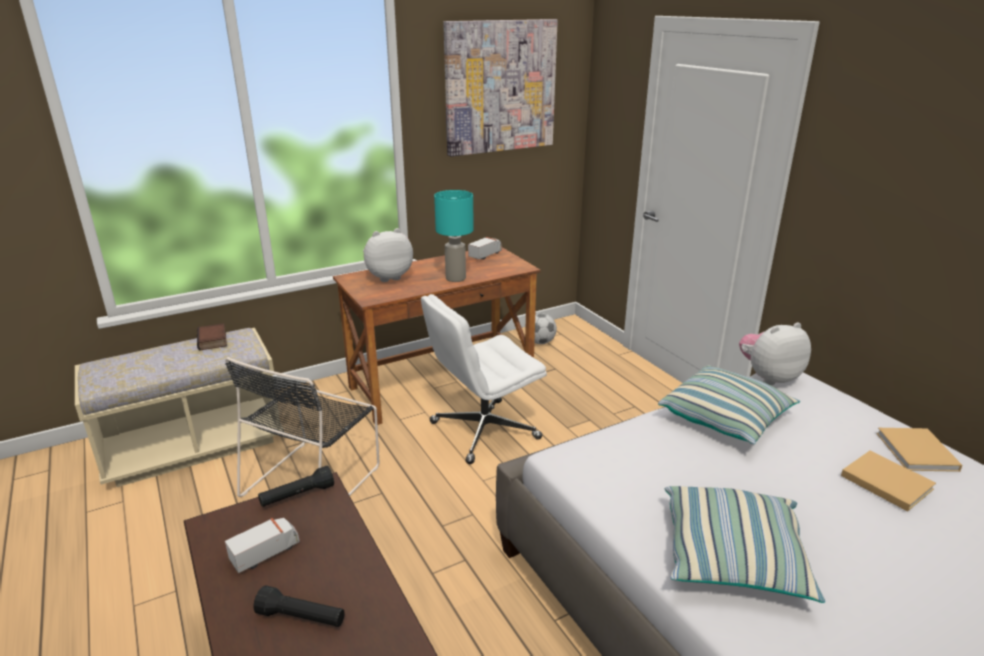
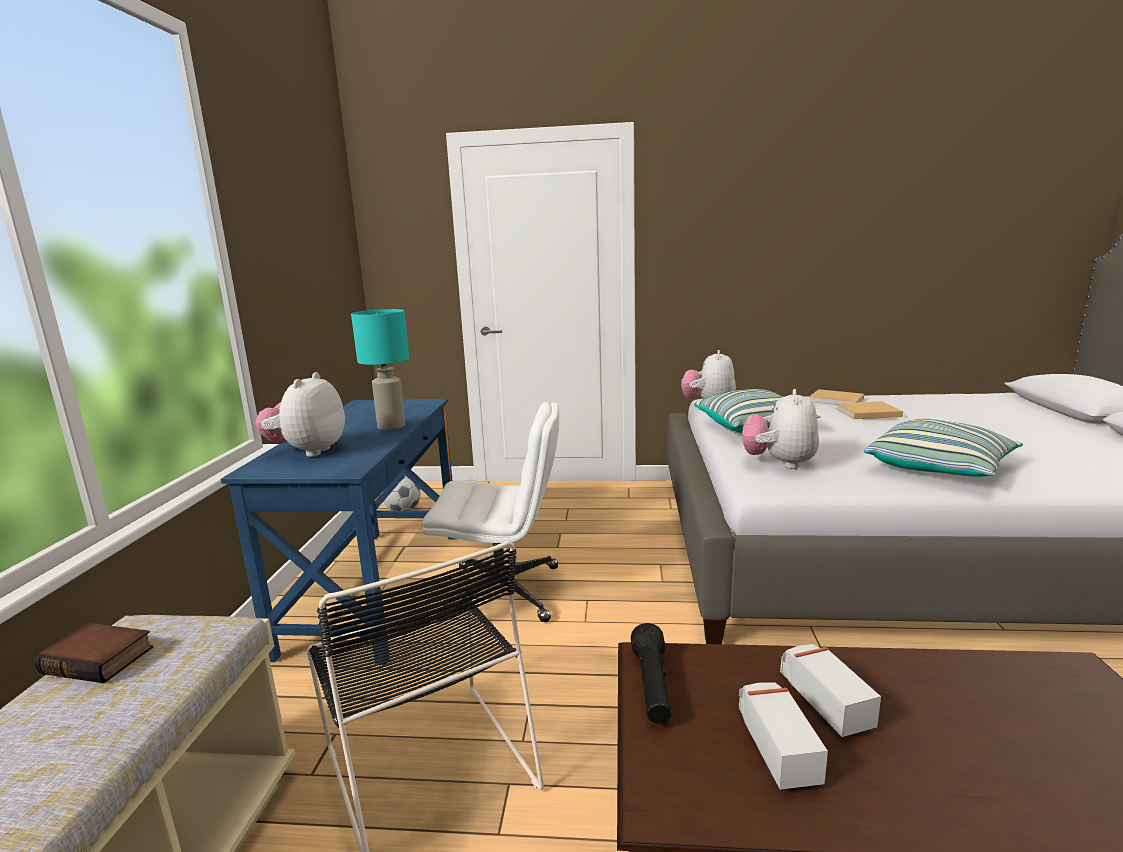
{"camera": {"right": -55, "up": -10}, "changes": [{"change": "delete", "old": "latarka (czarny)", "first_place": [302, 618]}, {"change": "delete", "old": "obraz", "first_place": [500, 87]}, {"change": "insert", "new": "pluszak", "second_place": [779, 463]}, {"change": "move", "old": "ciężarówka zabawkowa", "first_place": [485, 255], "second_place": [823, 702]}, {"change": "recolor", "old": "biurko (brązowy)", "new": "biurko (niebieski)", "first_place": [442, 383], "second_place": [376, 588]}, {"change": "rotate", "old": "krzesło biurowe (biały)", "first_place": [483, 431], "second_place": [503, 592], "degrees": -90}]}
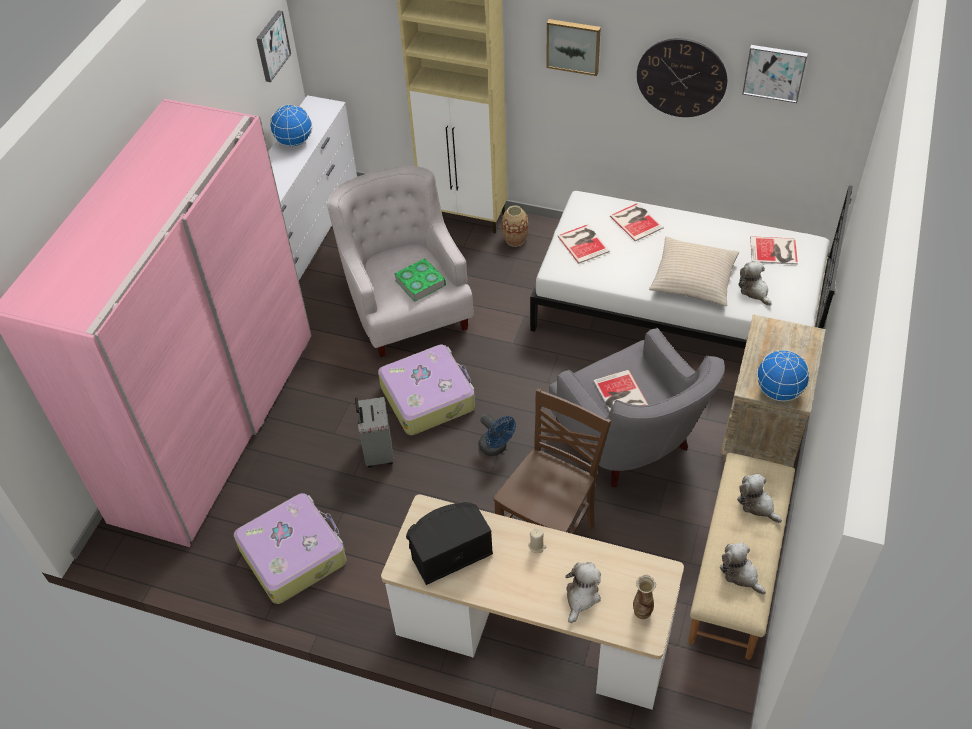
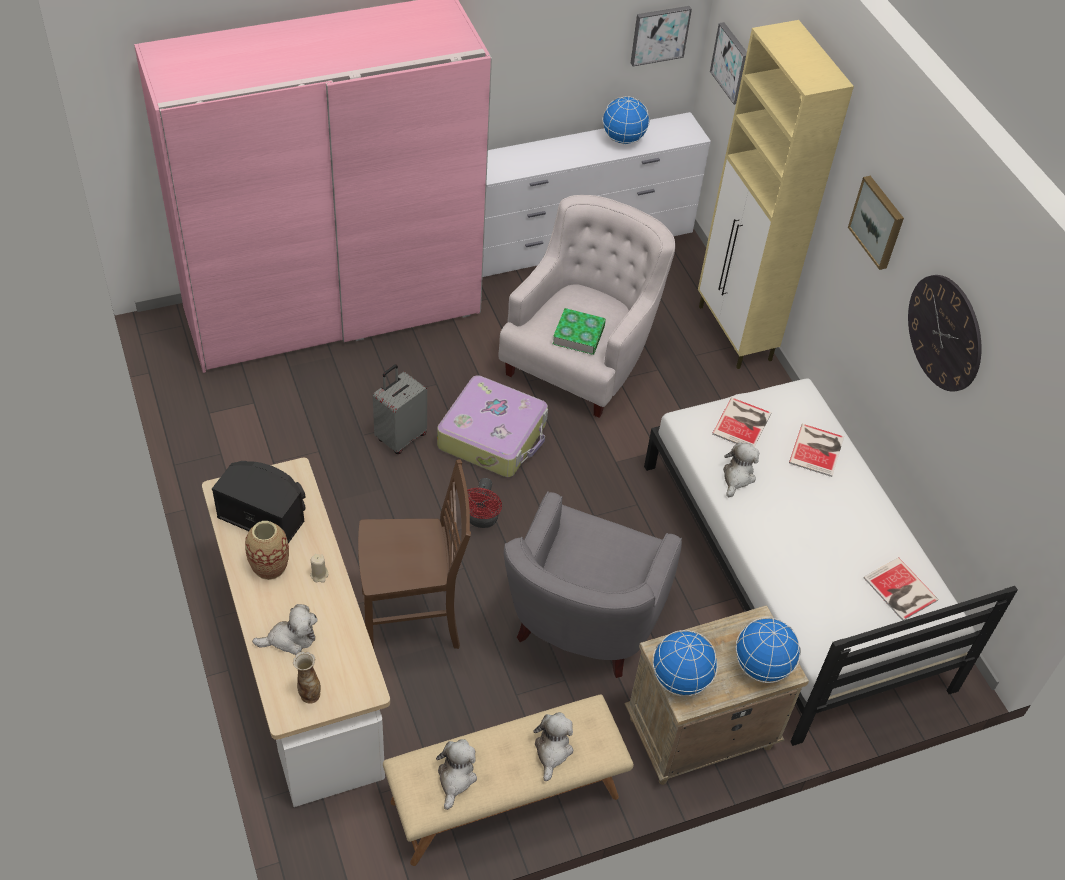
{"camera": {"right": 45, "up": 0}, "changes": [{"change": "delete", "old": "walizka", "first_place": [293, 554]}, {"change": "delete", "old": "książka", "first_place": [620, 394]}, {"change": "delete", "old": "poduszka (beżowy)", "first_place": [693, 279]}, {"change": "insert", "new": "globus", "second_place": [761, 666]}, {"change": "move", "old": "wazon", "first_place": [515, 239], "second_place": [270, 567]}, {"change": "move", "old": "pluszak", "first_place": [754, 290], "second_place": [737, 477]}, {"change": "move", "old": "obraz", "first_place": [774, 72], "second_place": [731, 63]}, {"change": "recolor", "old": "wentylator (niebieski)", "new": "wentylator (czerwony)", "first_place": [496, 448], "second_place": [481, 520]}]}
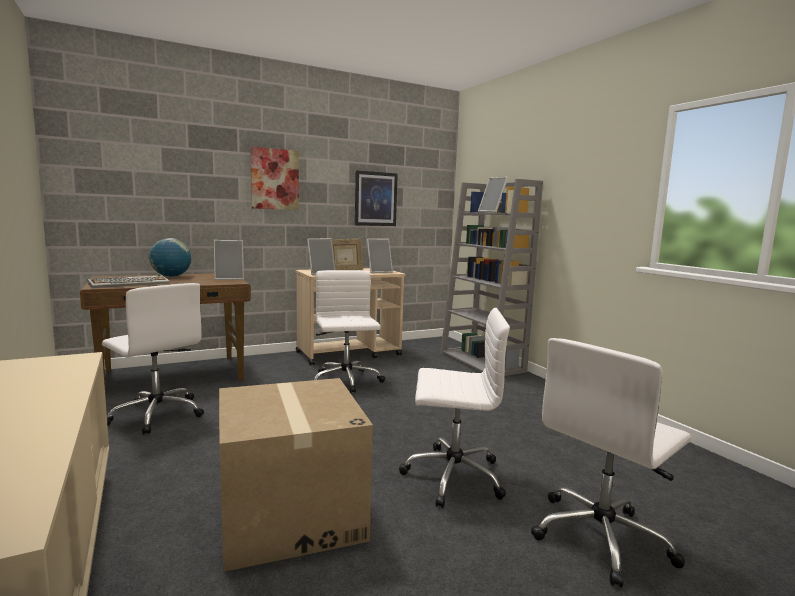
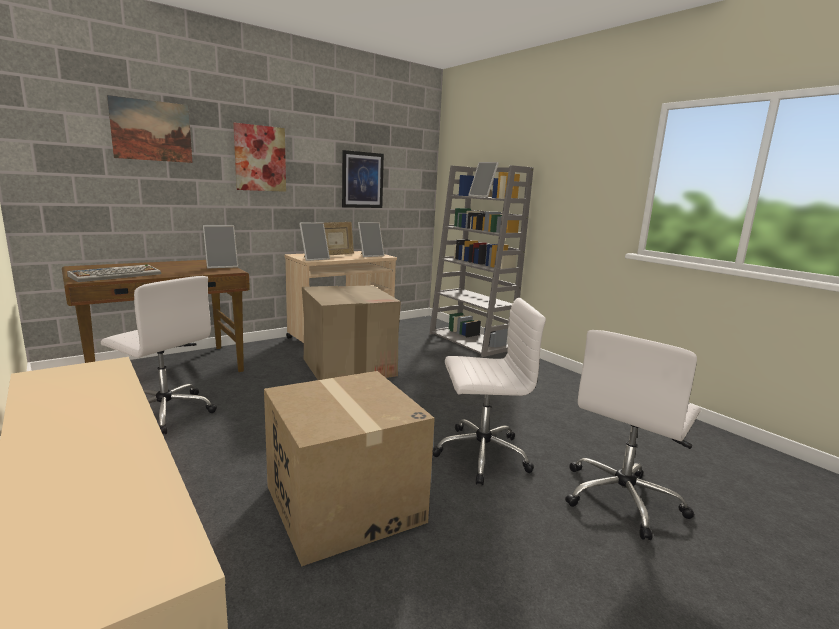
{"camera": {"right": -10, "up": 5}, "changes": [{"change": "delete", "old": "globus", "first_place": [171, 276]}, {"change": "insert", "new": "obraz", "second_place": [152, 130]}, {"change": "replace", "old": "krzesło biurowe (biały)", "new": "karton", "first_place": [346, 381], "second_place": [348, 367]}]}
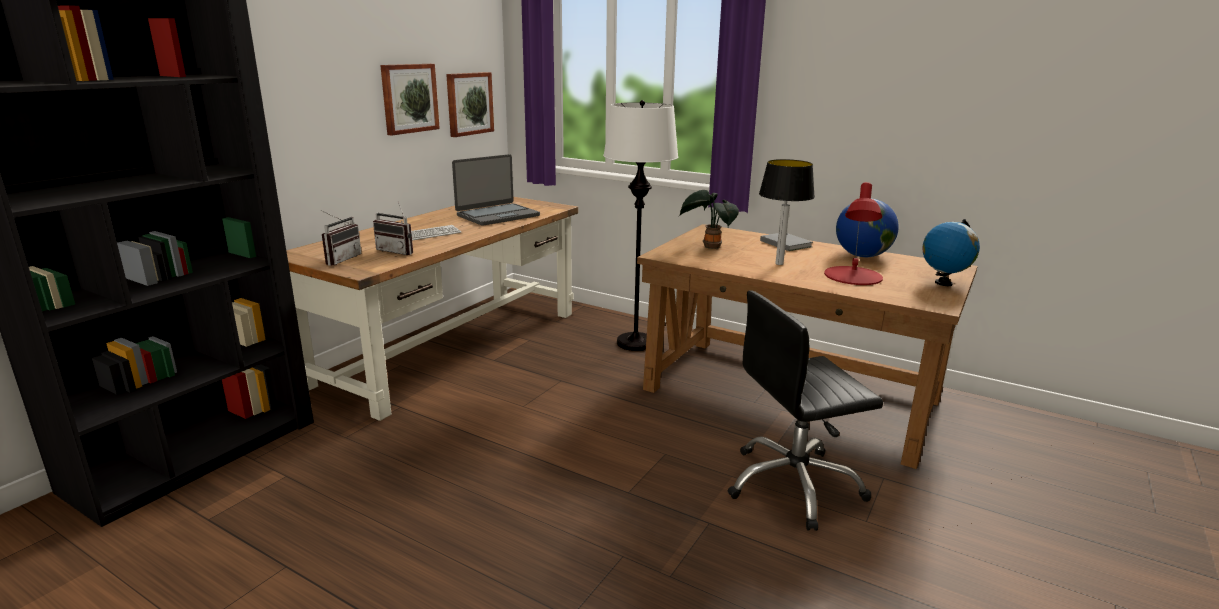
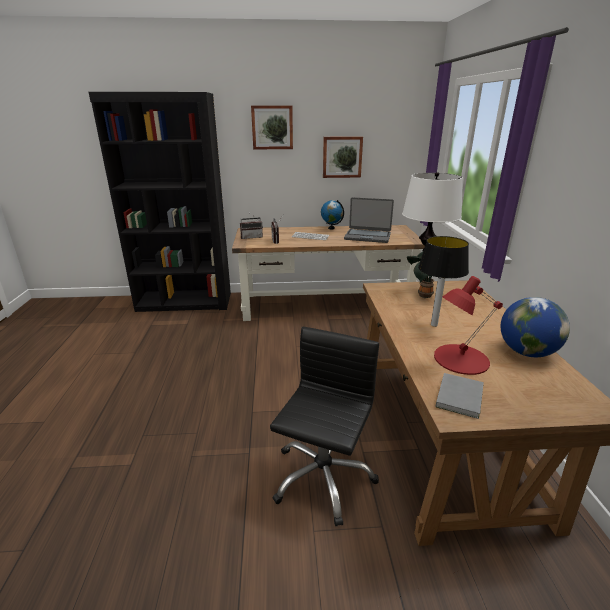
{"camera": {"right": 55, "up": 5}, "changes": [{"change": "move", "old": "obraz", "first_place": [469, 103], "second_place": [272, 127]}, {"change": "move", "old": "książka (szary)", "first_place": [785, 243], "second_place": [460, 396]}, {"change": "move", "old": "globus", "first_place": [943, 283], "second_place": [331, 228]}, {"change": "rotate", "old": "krzesło biurowe (czarny)", "first_place": [794, 485], "second_place": [322, 477], "degrees": 75}]}
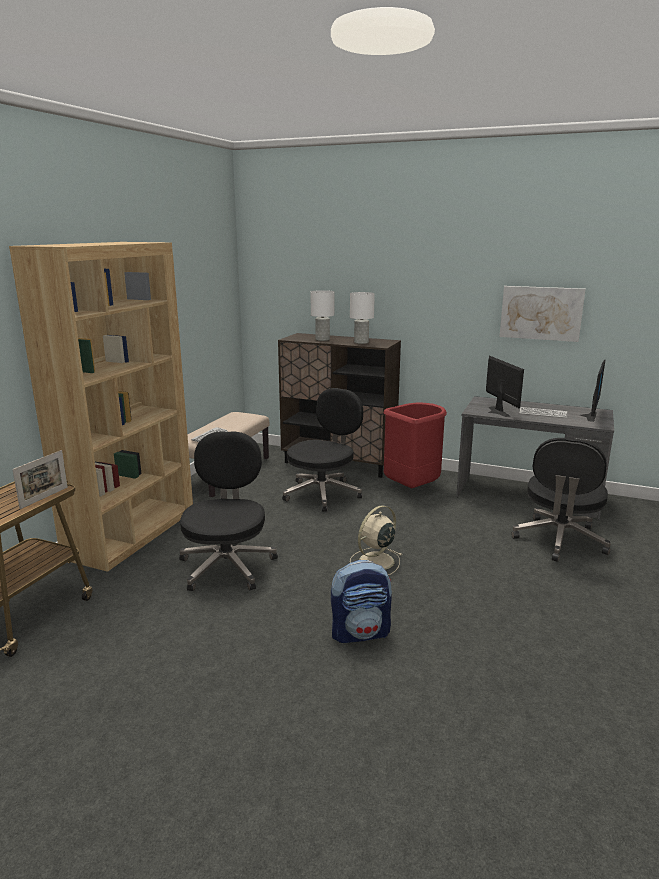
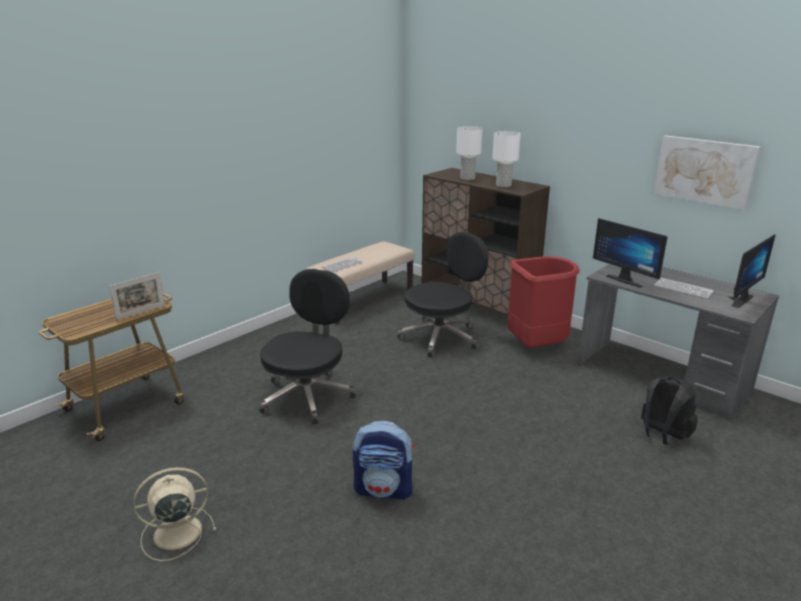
{"camera": {"right": 20, "up": 5}, "changes": [{"change": "delete", "old": "regał (brązowy)", "first_place": [132, 534]}, {"change": "move", "old": "wentylator (beżowy)", "first_place": [375, 562], "second_place": [175, 533]}, {"change": "replace", "old": "krzesło biurowe (czarny)", "new": "plecak (czarny)", "first_place": [559, 540], "second_place": [662, 436]}, {"change": "rotate", "old": "monitor", "first_place": [495, 412], "second_place": [626, 280], "degrees": 135}]}
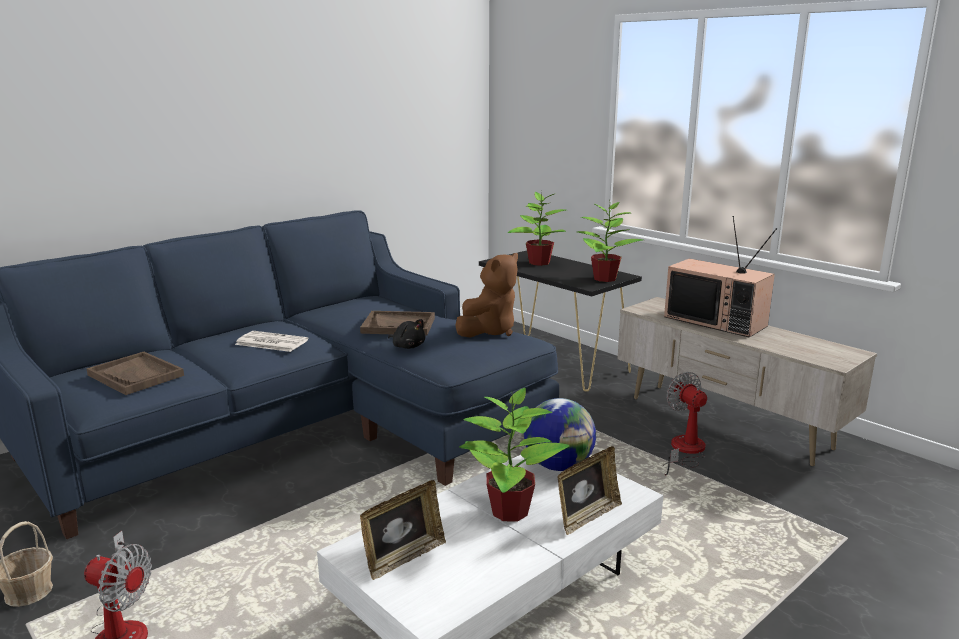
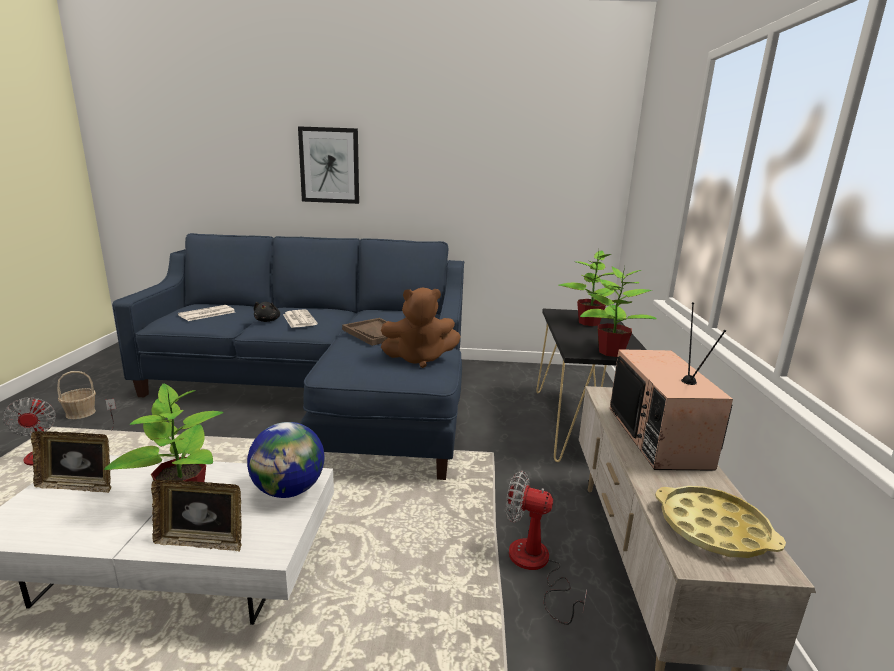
{"camera": {"right": 45, "up": 0}, "changes": [{"change": "insert", "new": "obraz", "second_place": [329, 165]}, {"change": "insert", "new": "taca (żółty)", "second_place": [713, 528]}, {"change": "move", "old": "pluszak (czarny)", "first_place": [408, 346], "second_place": [267, 320]}, {"change": "replace", "old": "taca (brązowy)", "new": "gazeta", "first_place": [136, 375], "second_place": [206, 314]}, {"change": "rotate", "old": "wentylator", "first_place": [685, 451], "second_place": [535, 566], "degrees": -90}]}
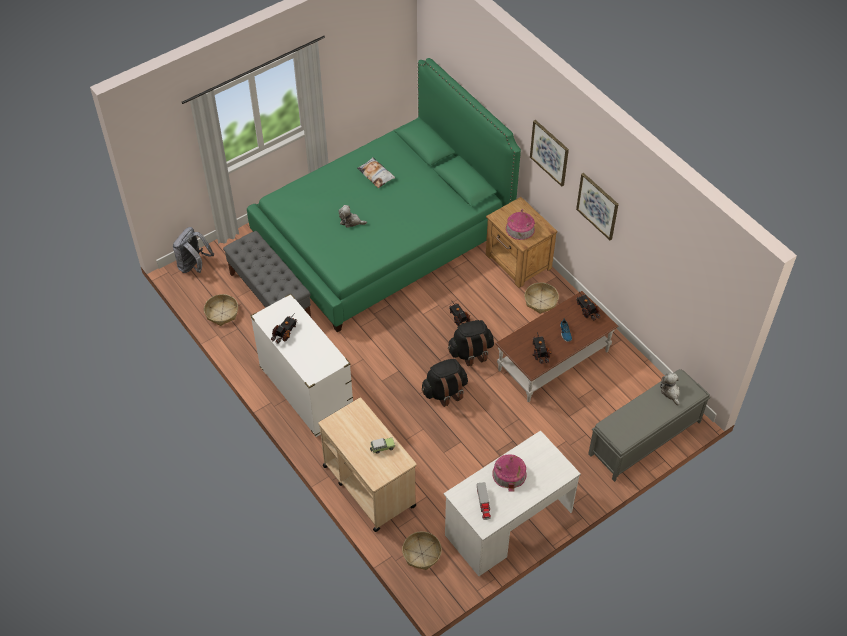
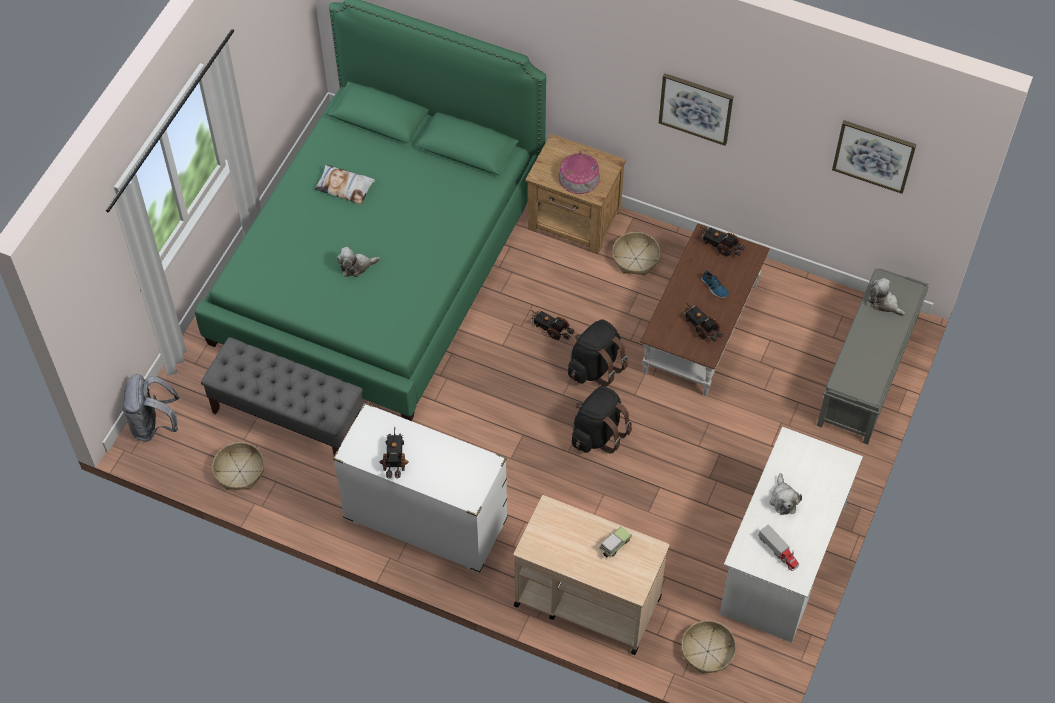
{"camera": {"right": -30, "up": 5}, "changes": [{"change": "move", "old": "obraz", "first_place": [549, 152], "second_place": [874, 155]}, {"change": "replace", "old": "domek", "new": "pluszak", "first_place": [509, 474], "second_place": [783, 499]}]}
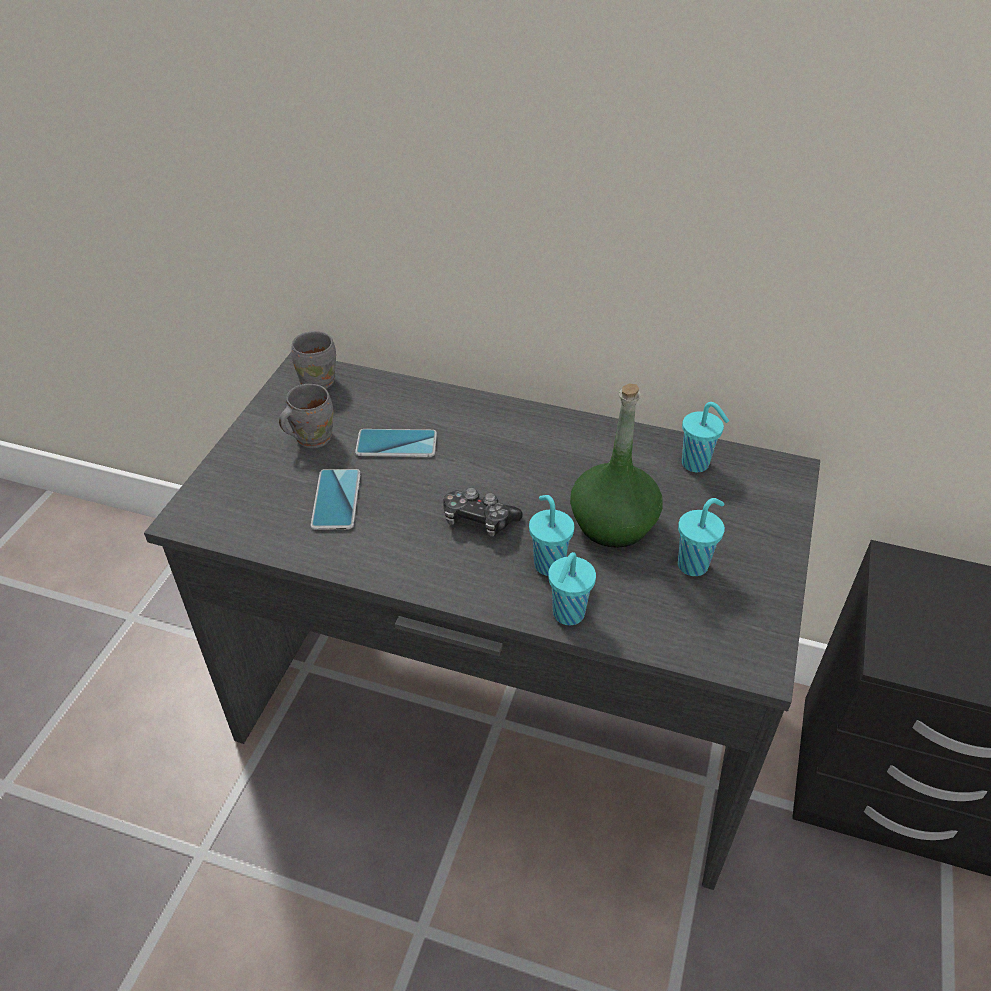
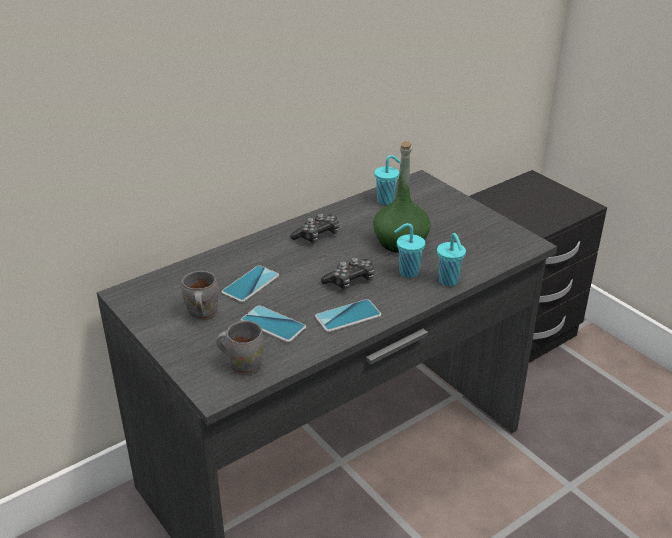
{"camera": {"right": -55, "up": -10}, "changes": [{"change": "delete", "old": "filiżanka (turkusowy)", "first_place": [694, 564]}, {"change": "insert", "new": "pad do gier", "second_place": [317, 236]}, {"change": "insert", "new": "telefon", "second_place": [348, 316]}, {"change": "move", "old": "kubek (szary)", "first_place": [319, 380], "second_place": [244, 364]}]}
